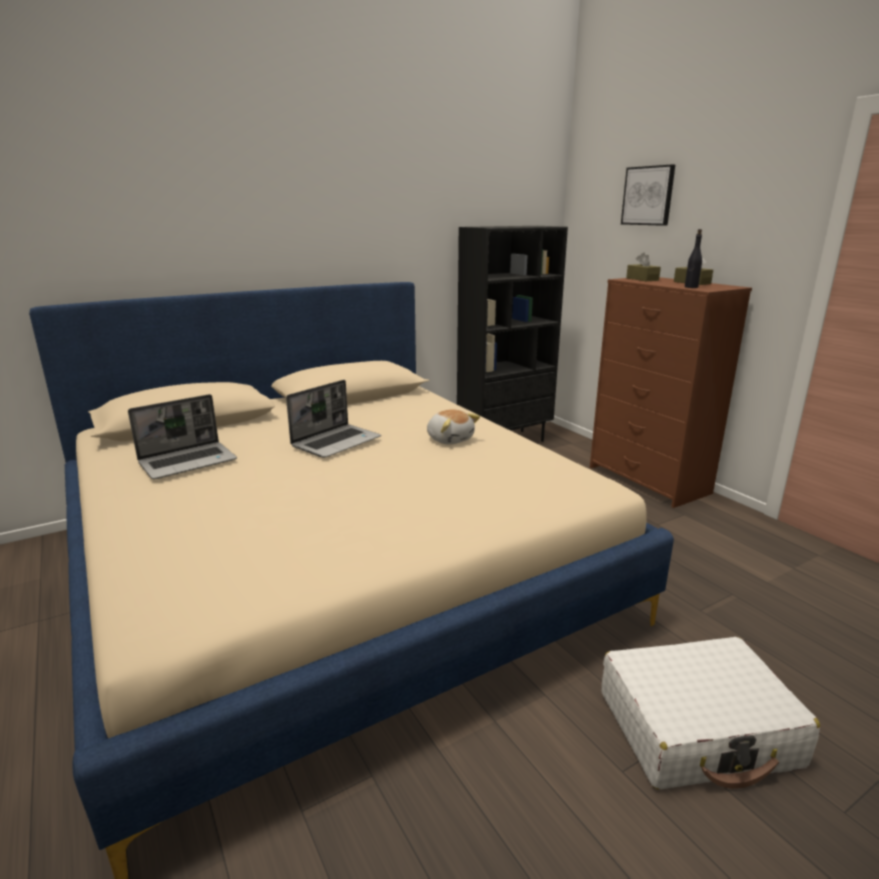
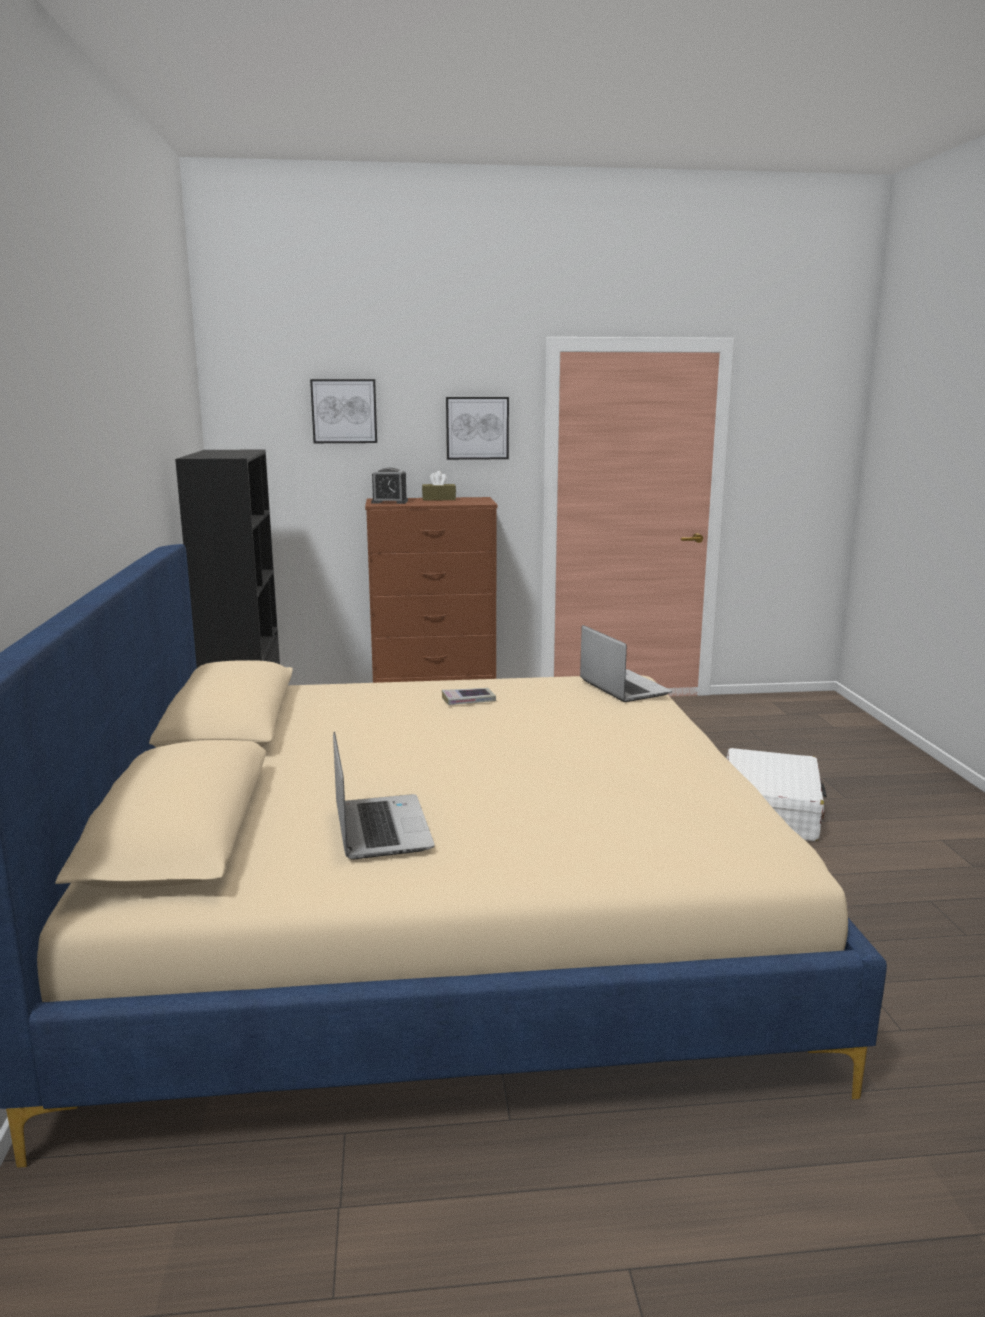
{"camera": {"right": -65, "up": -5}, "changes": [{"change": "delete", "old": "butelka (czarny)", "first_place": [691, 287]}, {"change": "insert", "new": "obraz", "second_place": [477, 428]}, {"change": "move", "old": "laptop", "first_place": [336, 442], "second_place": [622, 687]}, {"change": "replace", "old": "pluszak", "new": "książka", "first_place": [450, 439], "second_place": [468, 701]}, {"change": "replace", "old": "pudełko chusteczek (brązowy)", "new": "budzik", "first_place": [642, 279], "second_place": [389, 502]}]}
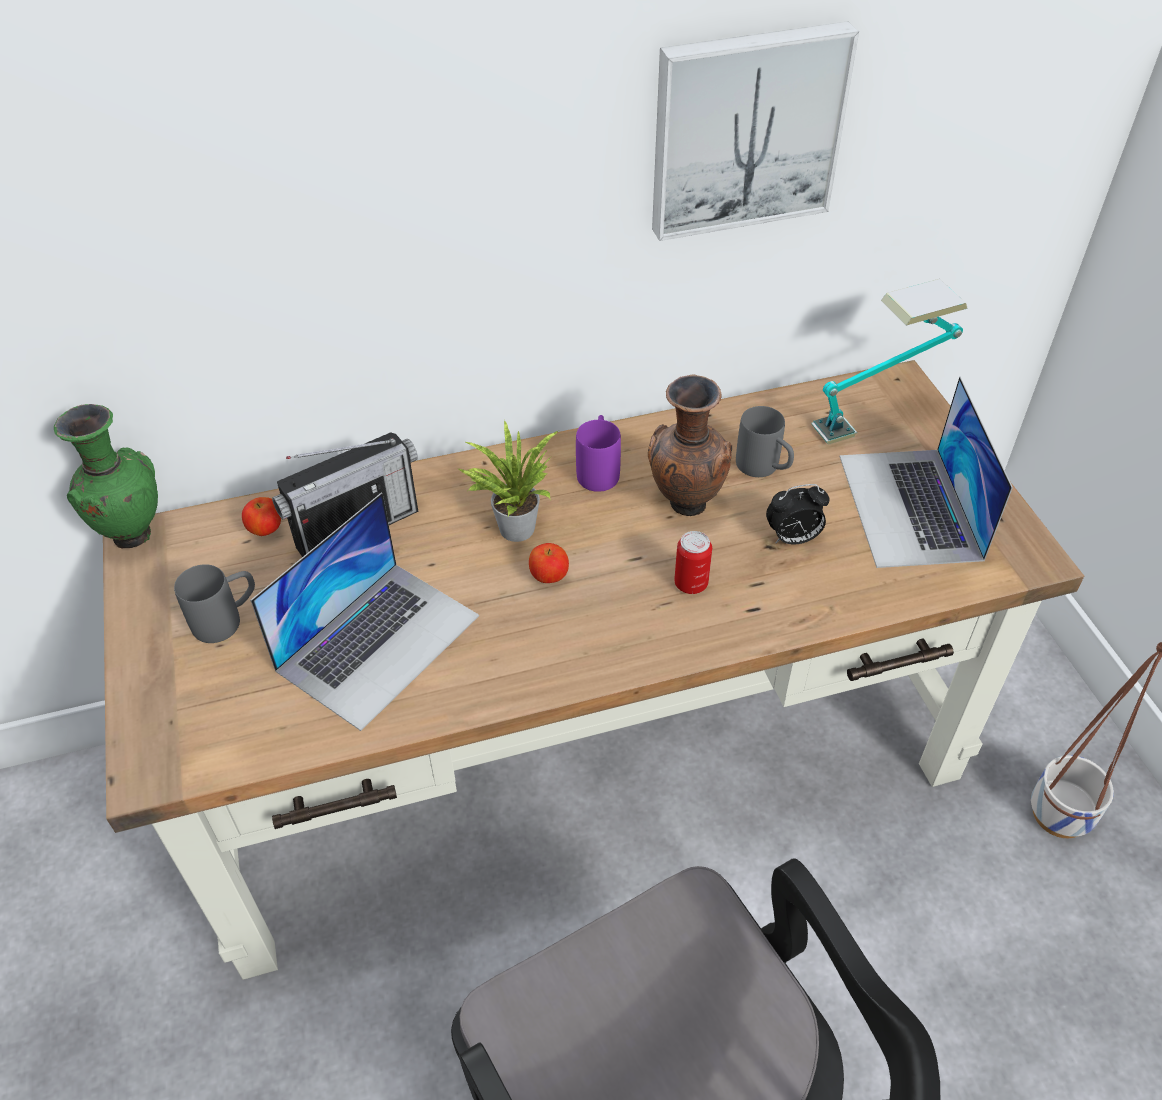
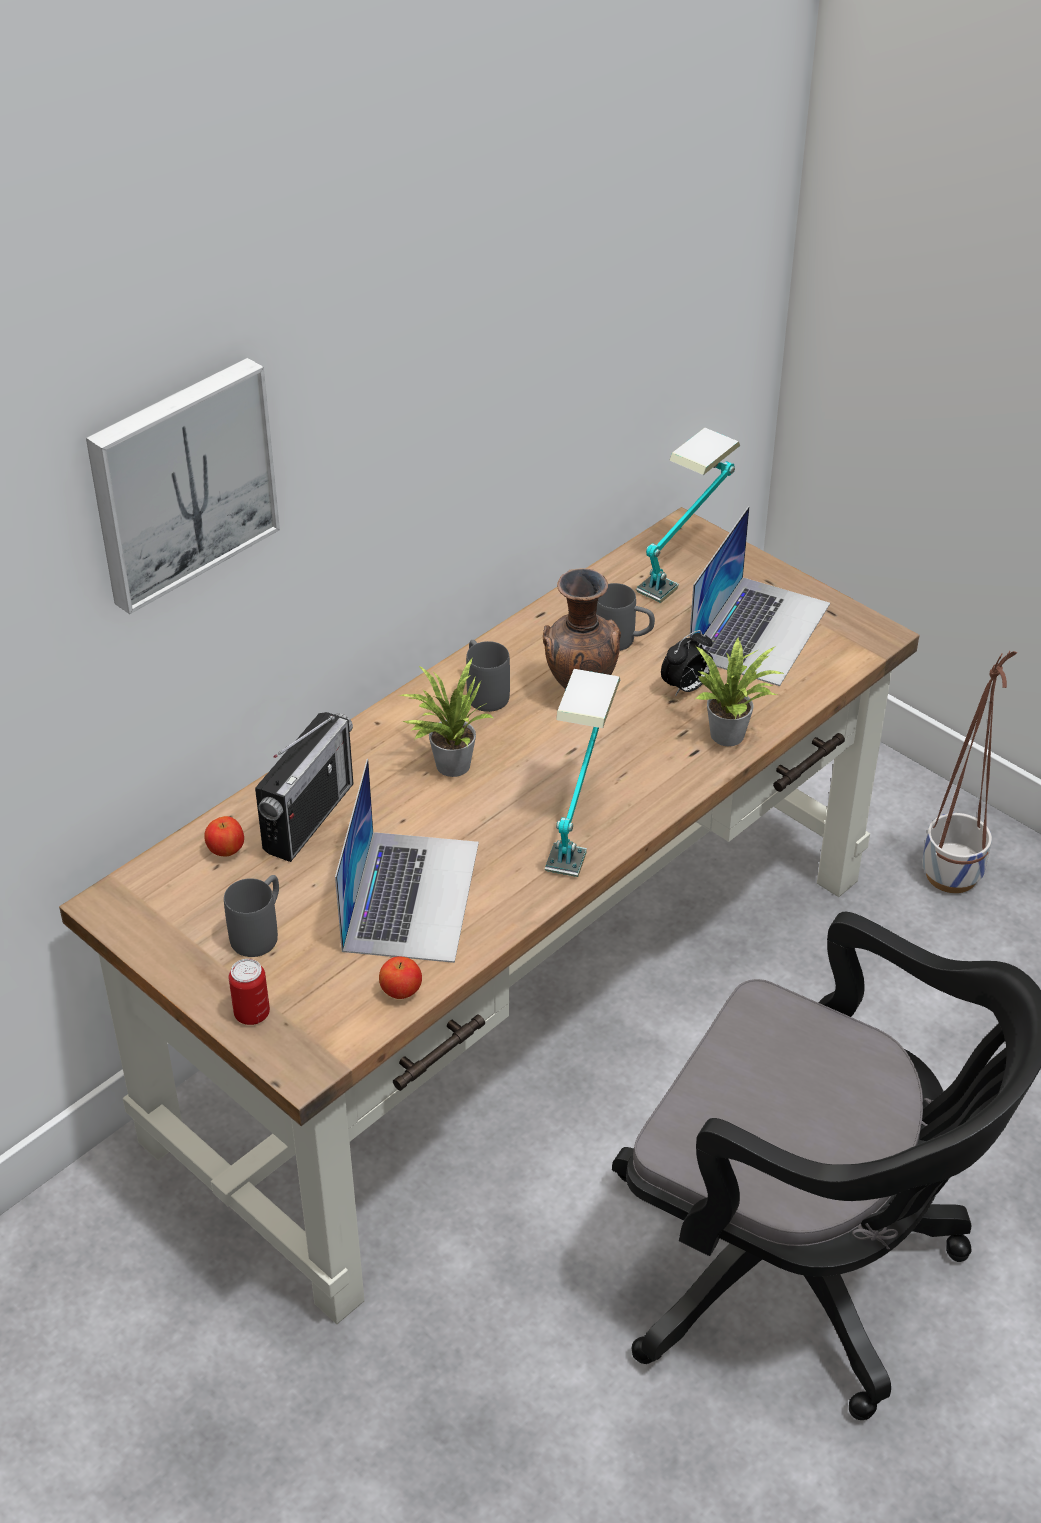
{"camera": {"right": -30, "up": -5}, "changes": [{"change": "delete", "old": "wazon (zielony)", "first_place": [132, 534]}, {"change": "insert", "new": "lampa stołowa", "second_place": [579, 823]}, {"change": "insert", "new": "roślina doniczkowa", "second_place": [732, 734]}, {"change": "move", "old": "jabłko", "first_place": [549, 576], "second_place": [401, 991]}, {"change": "move", "old": "obraz", "first_place": [745, 130], "second_place": [180, 481]}, {"change": "move", "old": "puszka", "first_place": [691, 583], "second_place": [252, 1014]}, {"change": "recolor", "old": "kubek (fioletowy)", "new": "kubek (szary)", "first_place": [598, 469], "second_place": [484, 692]}, {"change": "rotate", "old": "laptop", "first_place": [909, 507], "second_place": [759, 630], "degrees": -120}]}
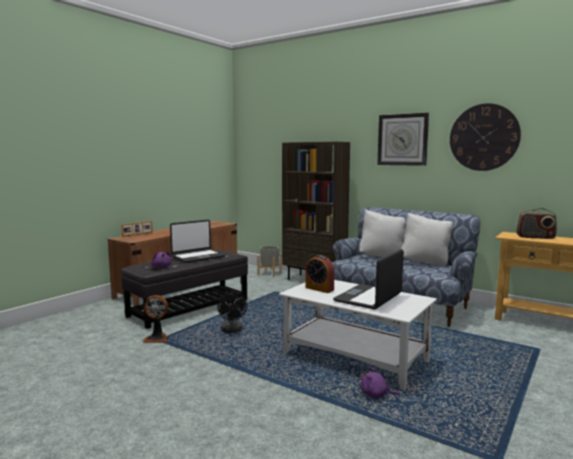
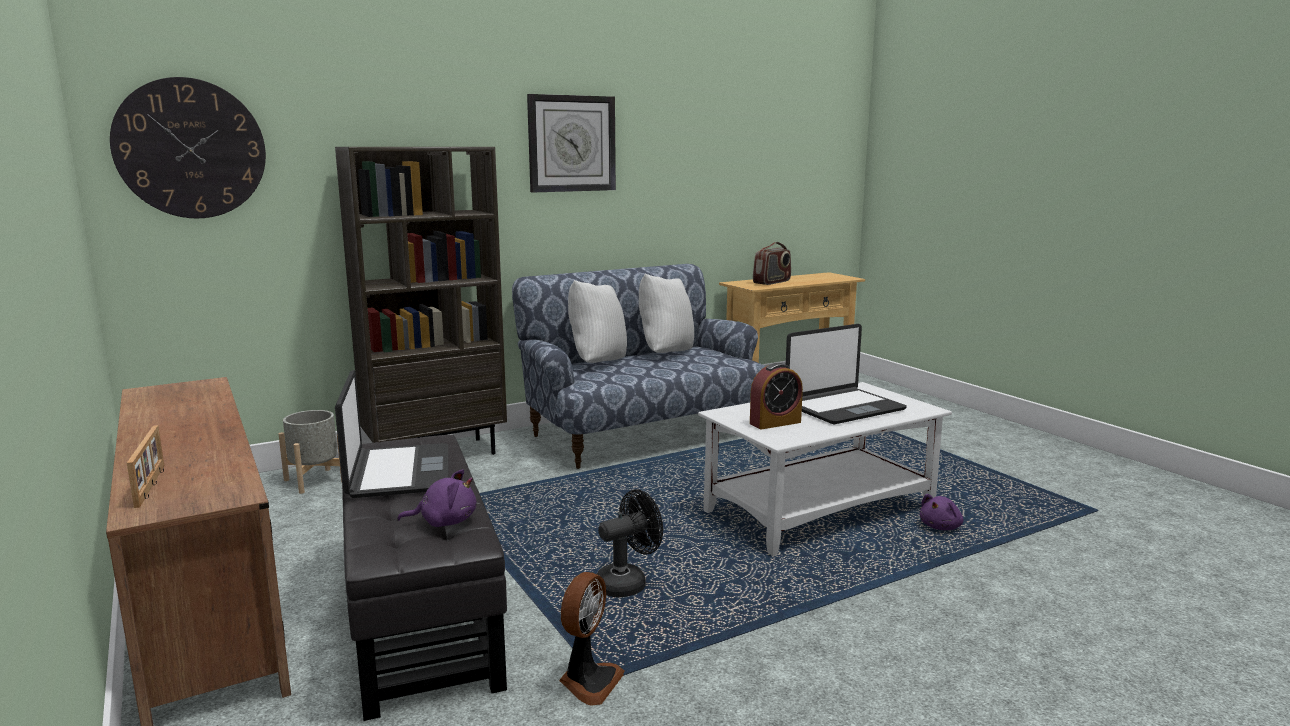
{"camera": {"right": -65, "up": 5}, "changes": [{"change": "move", "old": "zegar ścienny", "first_place": [484, 137], "second_place": [190, 149]}, {"change": "rotate", "old": "wentylator (czarny)", "first_place": [232, 331], "second_place": [628, 583], "degrees": -45}, {"change": "rotate", "old": "laptop", "first_place": [369, 298], "second_place": [843, 407], "degrees": -90}]}
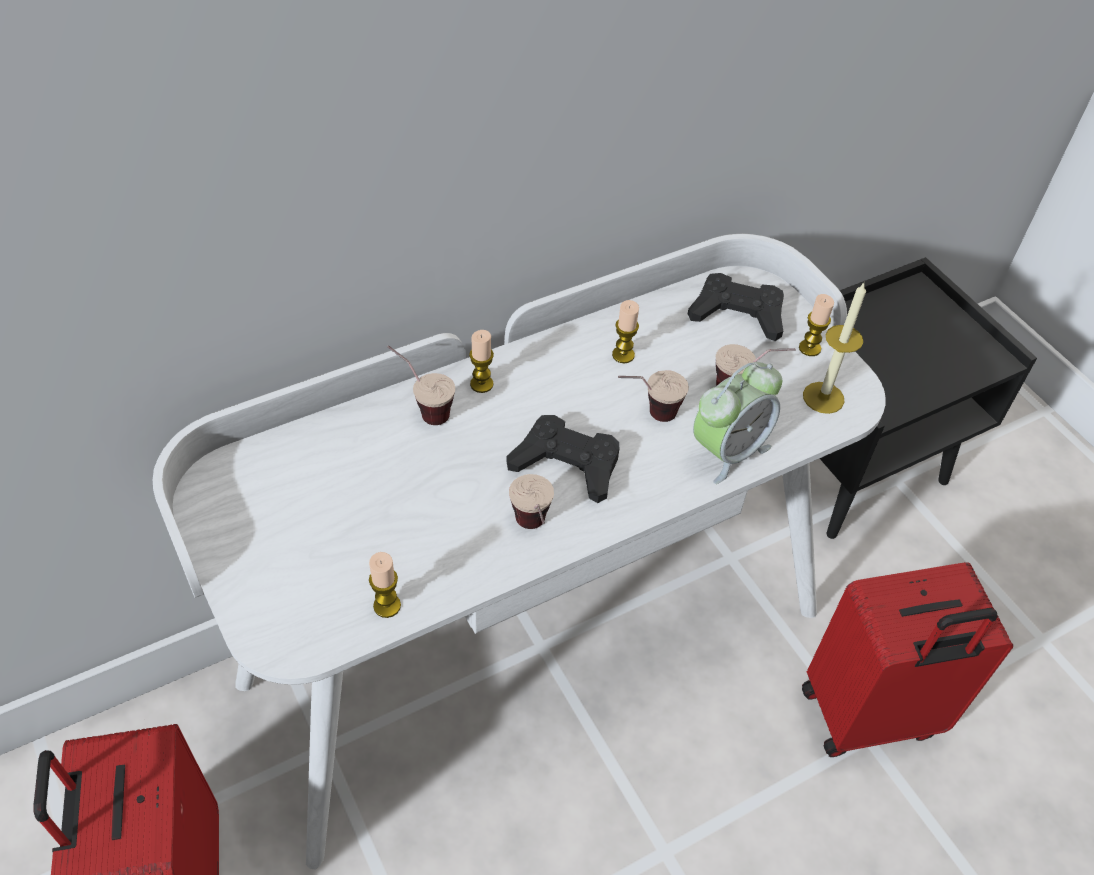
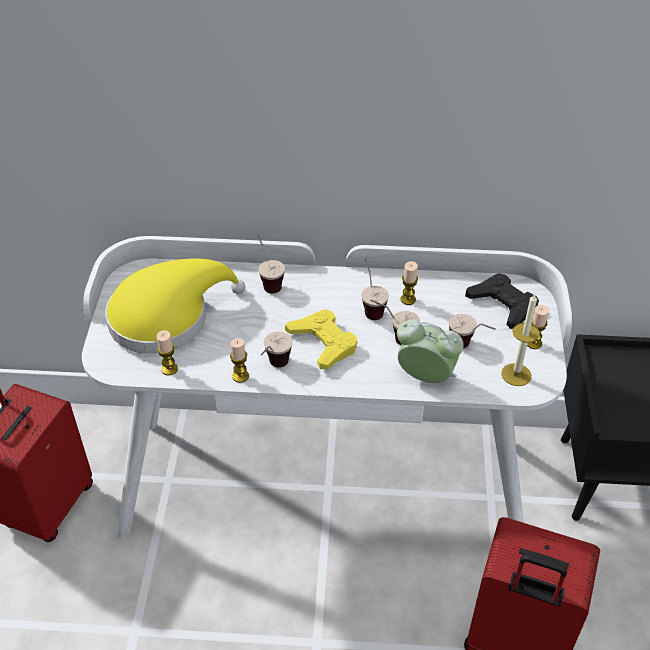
{"camera": {"right": 35, "up": -5}, "changes": [{"change": "insert", "new": "kapelusz (żółty)", "second_place": [167, 317]}, {"change": "insert", "new": "filiżanka", "second_place": [370, 306]}, {"change": "move", "old": "świeca", "first_place": [481, 384], "second_place": [240, 376]}, {"change": "recolor", "old": "pad do gier (czarny)", "new": "pad do gier (żółty)", "first_place": [567, 464], "second_place": [323, 343]}, {"change": "rotate", "old": "budzik", "first_place": [728, 451], "second_place": [425, 377], "degrees": -150}]}
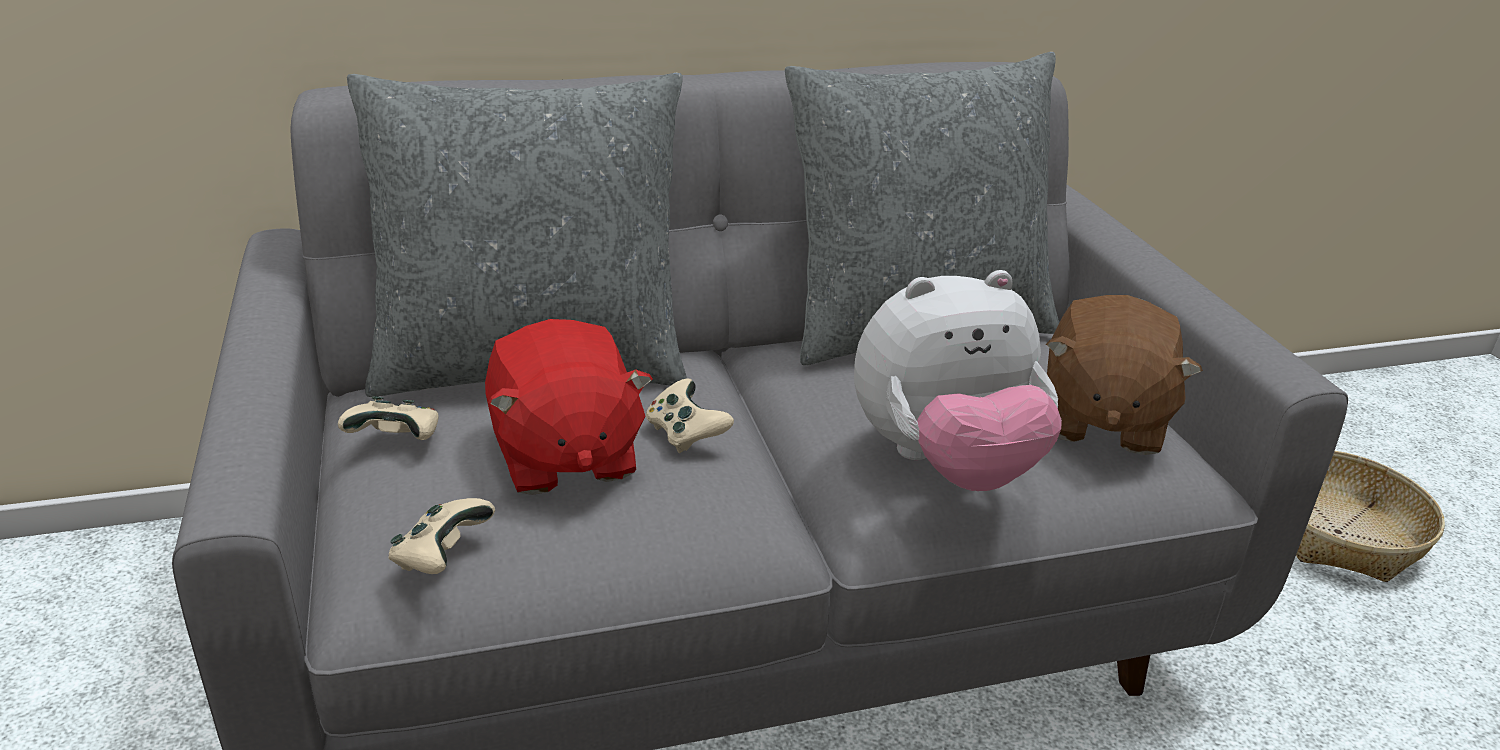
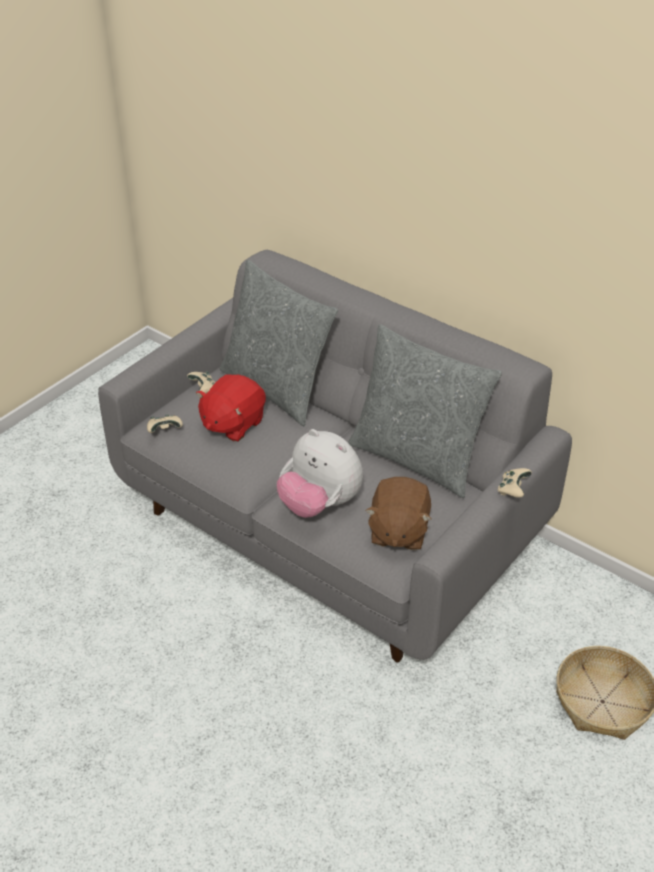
{"camera": {"right": 55, "up": 10}, "changes": [{"change": "move", "old": "pad do gier (beżowy)", "first_place": [685, 435], "second_place": [512, 490]}, {"change": "rotate", "old": "pluszak (brązowy)", "first_place": [1100, 420], "second_place": [398, 531], "degrees": -60}]}
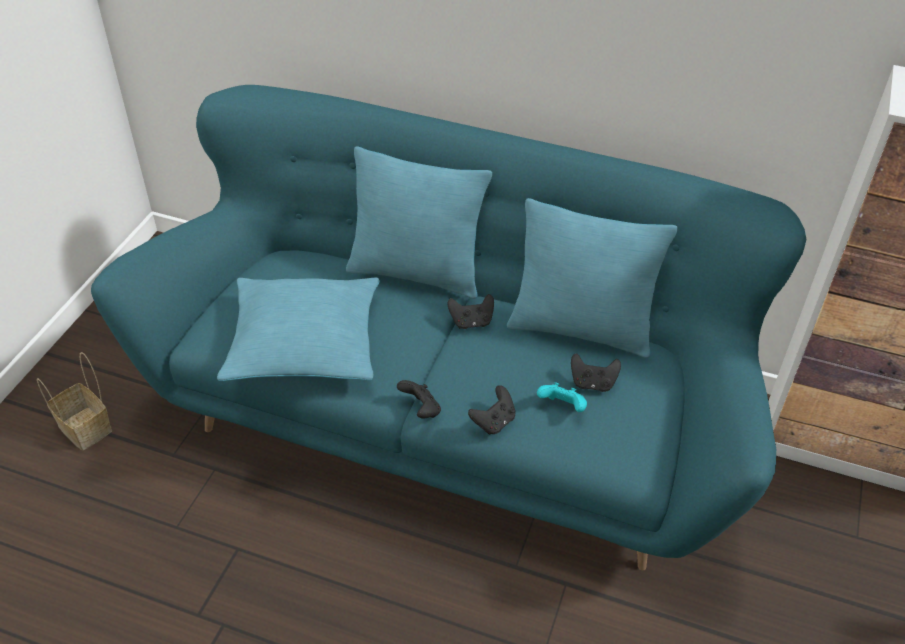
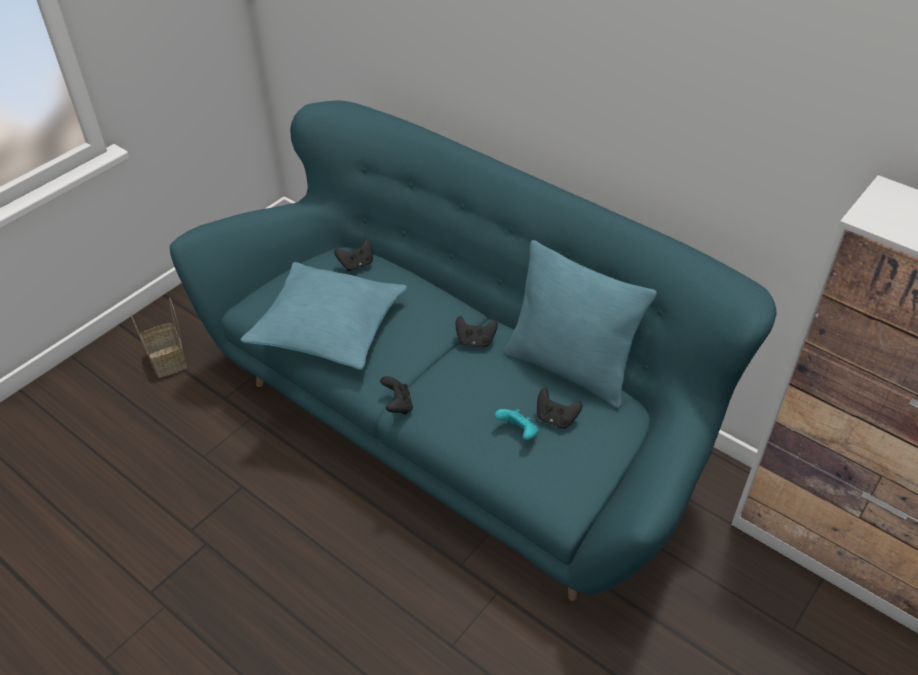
{"camera": {"right": 20, "up": 0}, "changes": [{"change": "delete", "old": "poduszka (turkusowy)", "first_place": [416, 273]}, {"change": "move", "old": "pad do gier (czarny)", "first_place": [493, 422], "second_place": [356, 264]}]}
